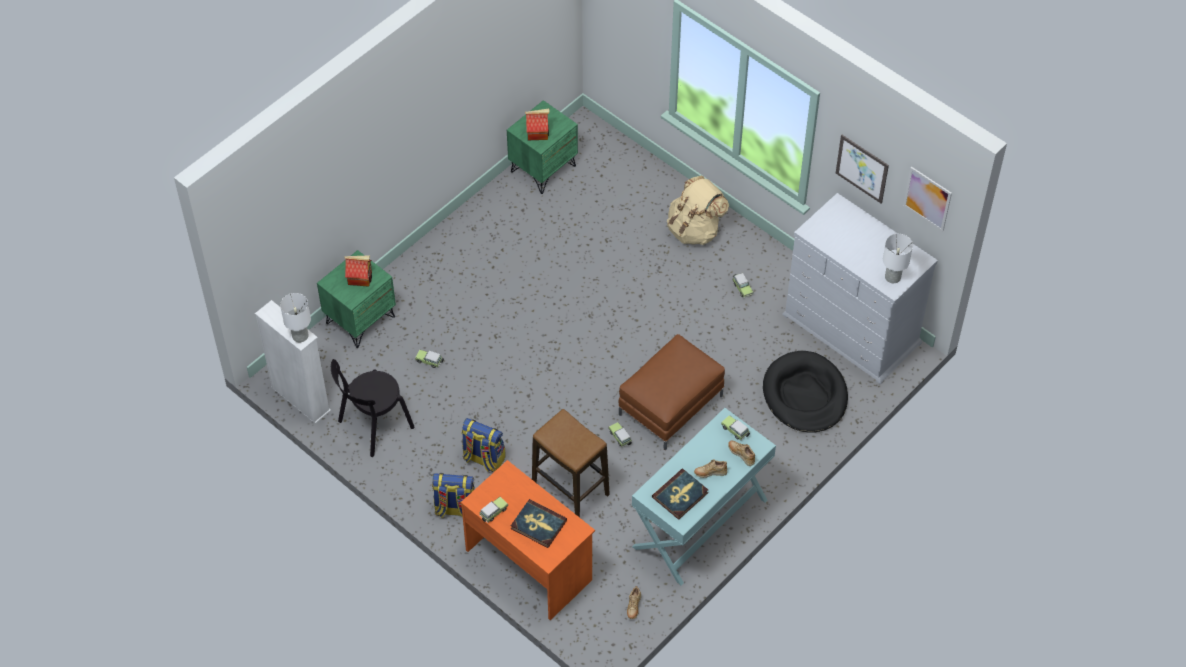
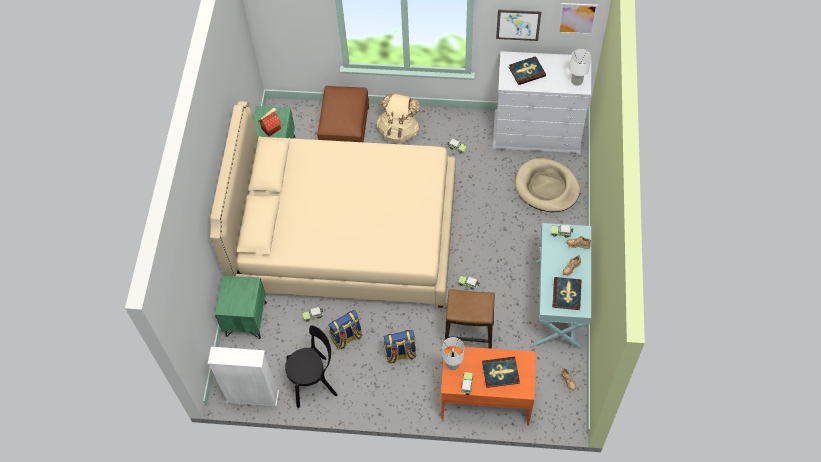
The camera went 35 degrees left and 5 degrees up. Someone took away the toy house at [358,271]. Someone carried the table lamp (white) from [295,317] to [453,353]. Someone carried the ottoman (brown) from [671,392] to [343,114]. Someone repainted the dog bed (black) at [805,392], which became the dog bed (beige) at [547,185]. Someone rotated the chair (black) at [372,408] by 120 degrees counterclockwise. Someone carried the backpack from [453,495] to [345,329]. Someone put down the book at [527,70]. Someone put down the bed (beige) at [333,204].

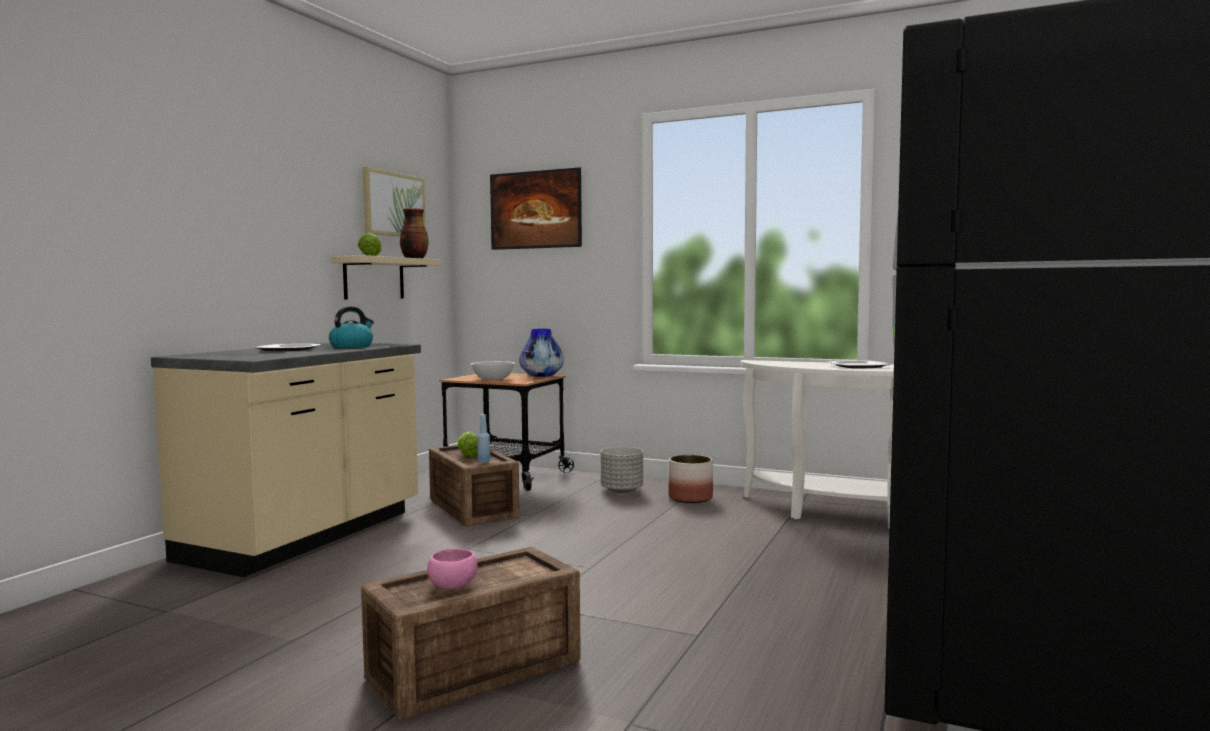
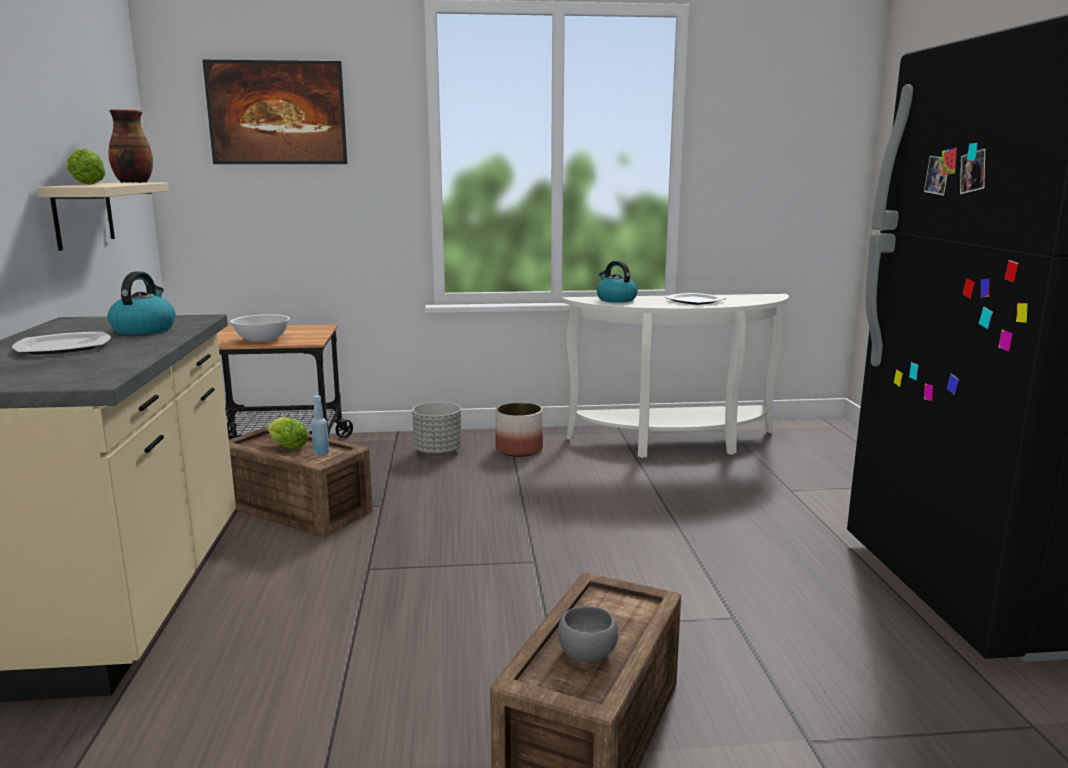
The camera went 30 degrees left and 10 degrees up. Someone took away the picture at [394,202]. Someone took away the vase at [541,353]. Someone repainted the bowl (pink) at [452,569], which became the bowl (grey) at [588,634]. Someone put down the kettle at [617,282].

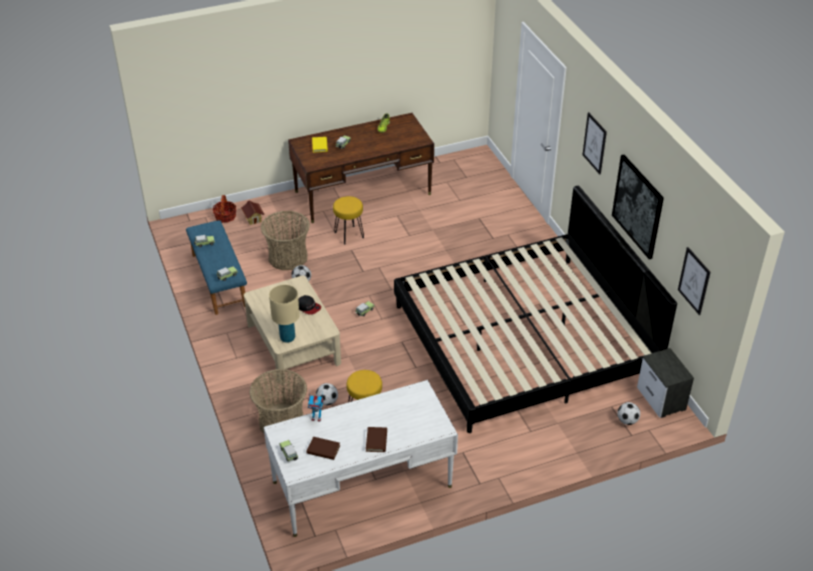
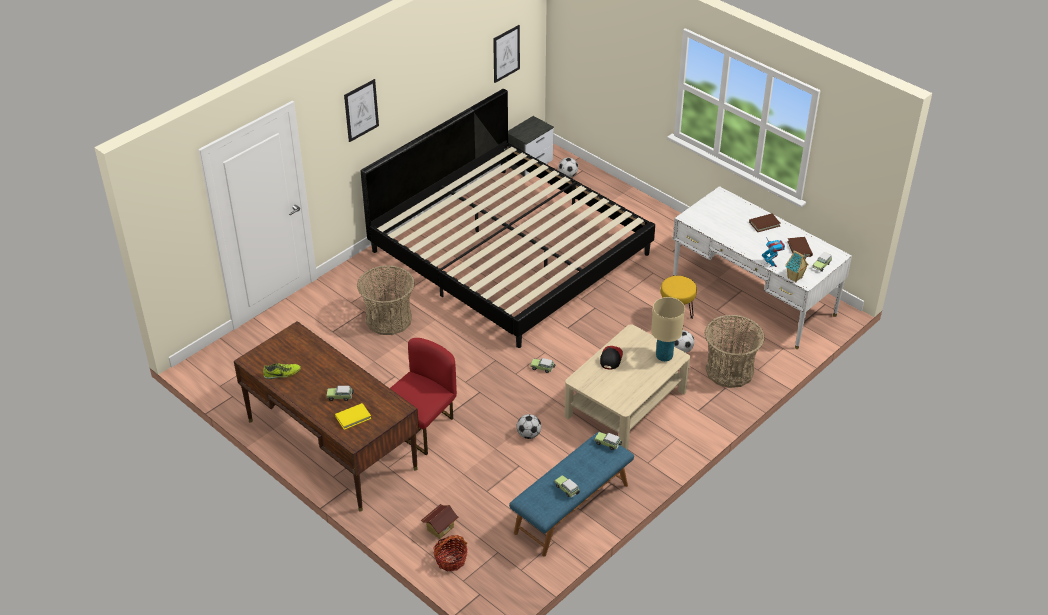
The camera went 115 degrees left and 0 degrees up. Someone took away the picture at [638,207]. Someone swapped the stool (yellow) at [348,220] for the chair (red) at [423,397]. Someone carried the basket from [285,240] to [386,300]. Someone put down the toy house at [797,266].

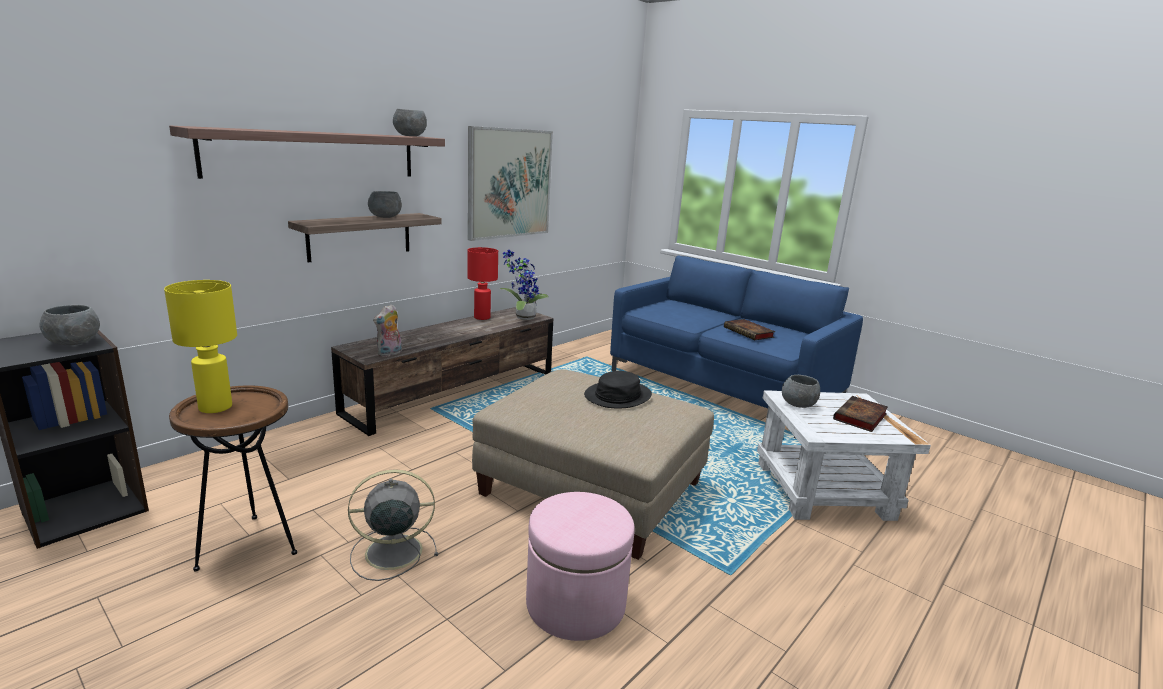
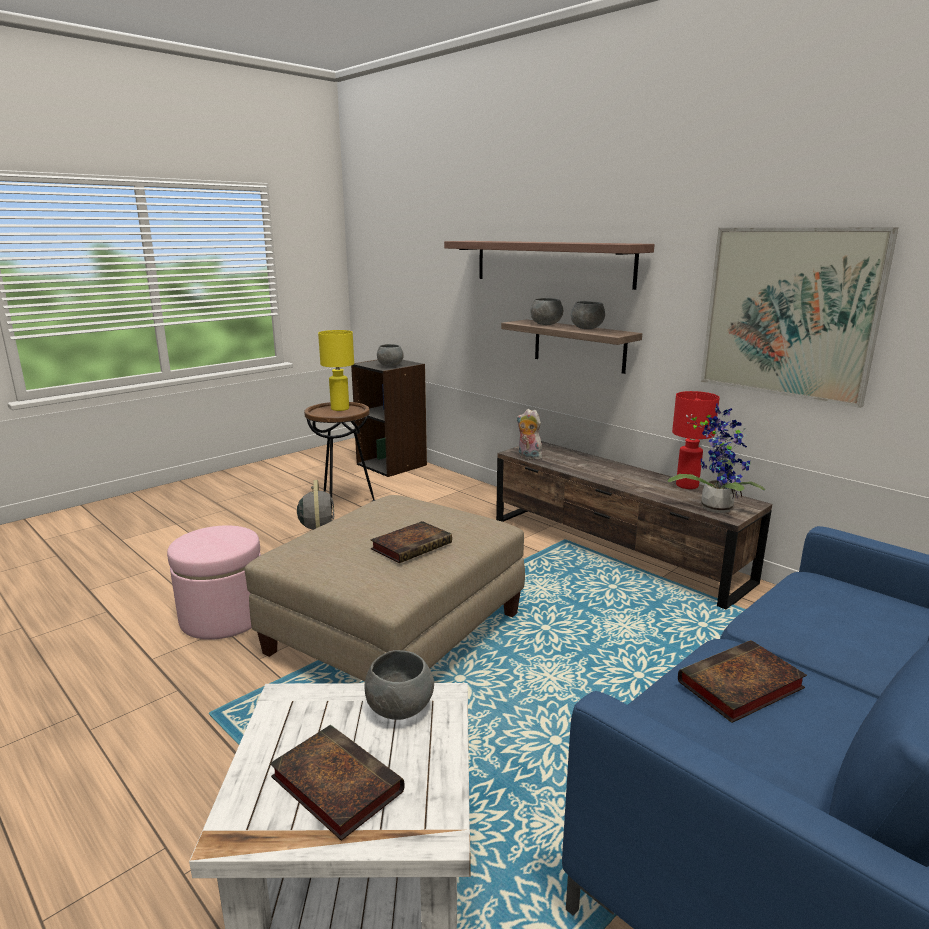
The camera went 95 degrees right and 0 degrees up. Someone carried the bowl (grey) from [410,122] to [546,311]. Someone swapped the hat (black) at [618,389] for the book at [411,542].

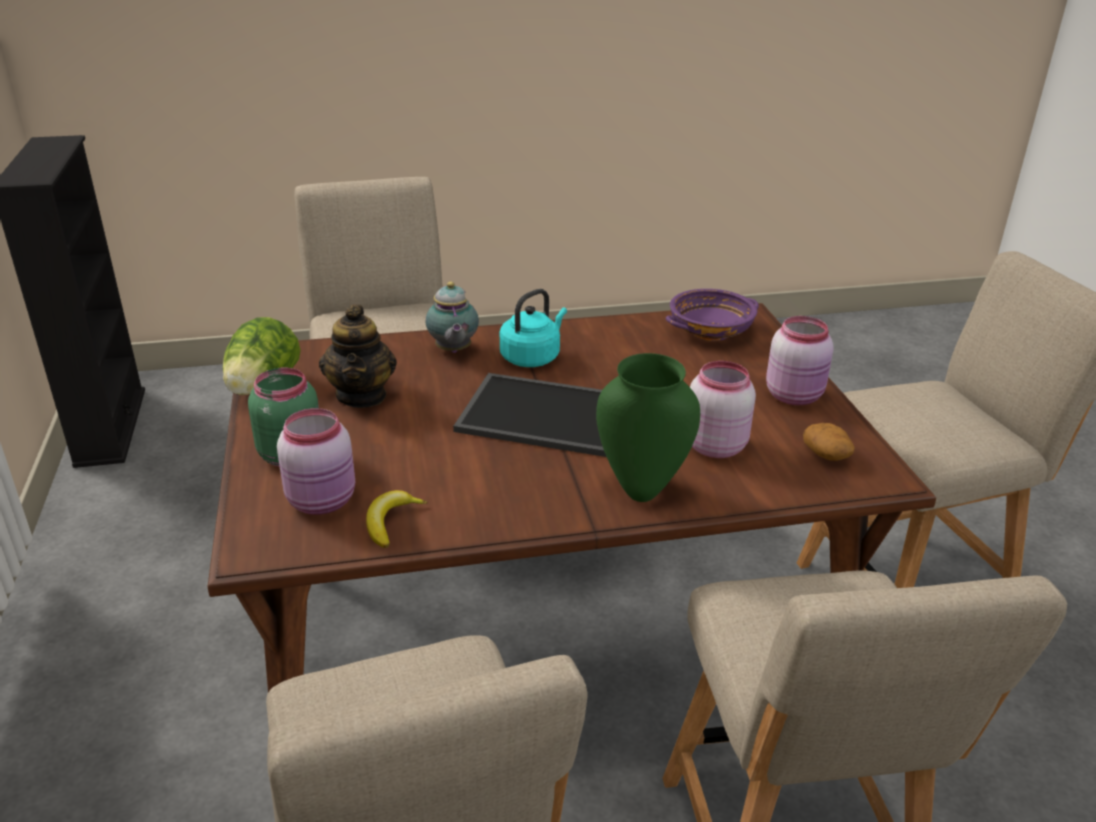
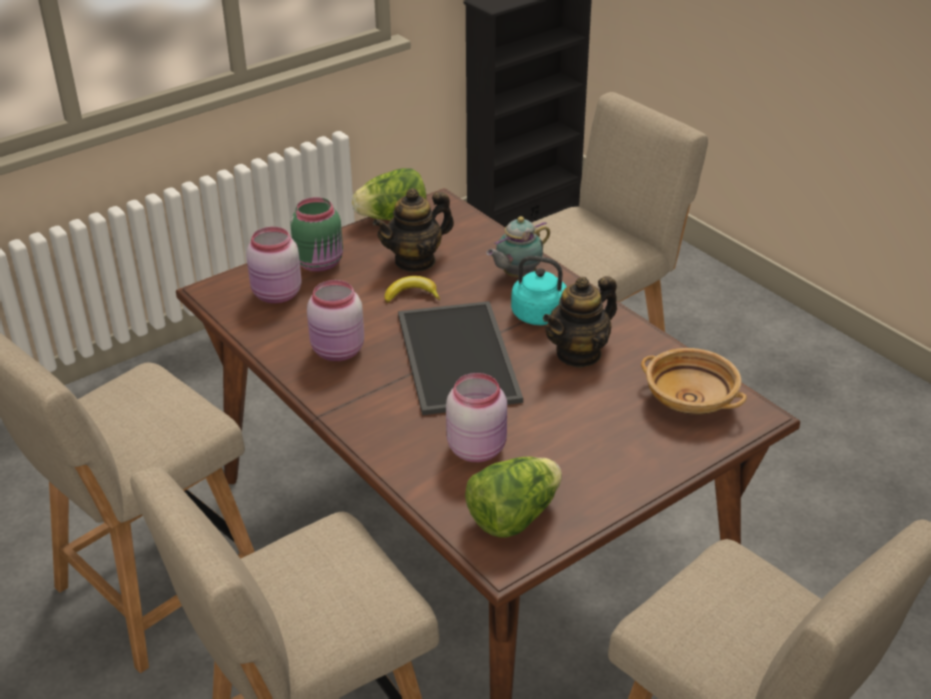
The camera went 65 degrees right and 5 degrees up. Someone repainted the bowl (purple) at [712,315], which became the bowl (beige) at [694,381]. Someone carried the jar (pink) from [800,360] to [335,320]. Someone took away the vase (green) at [648,427]. Someone swapped the potato at [829,442] for the lettuce at [513,497]. Someone carried the banana from [396,519] to [412,289]. Someone put down the teapot at [580,322].

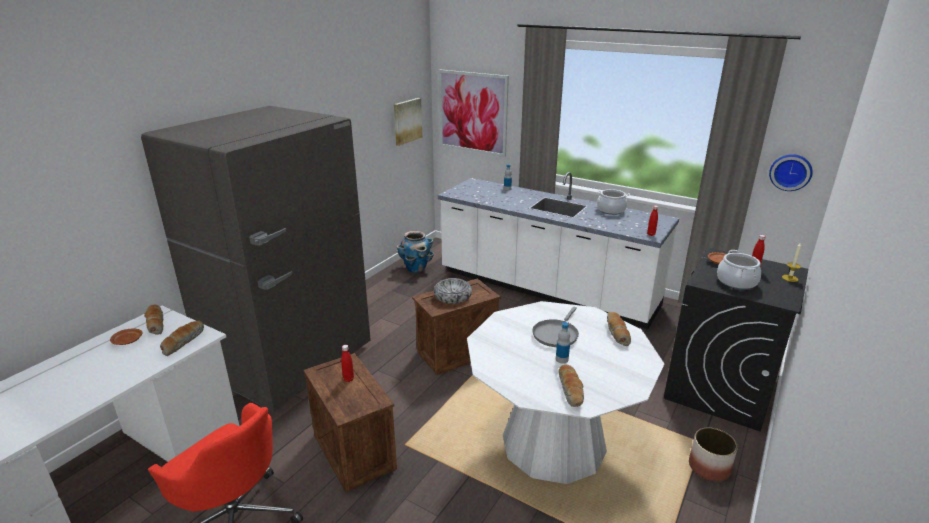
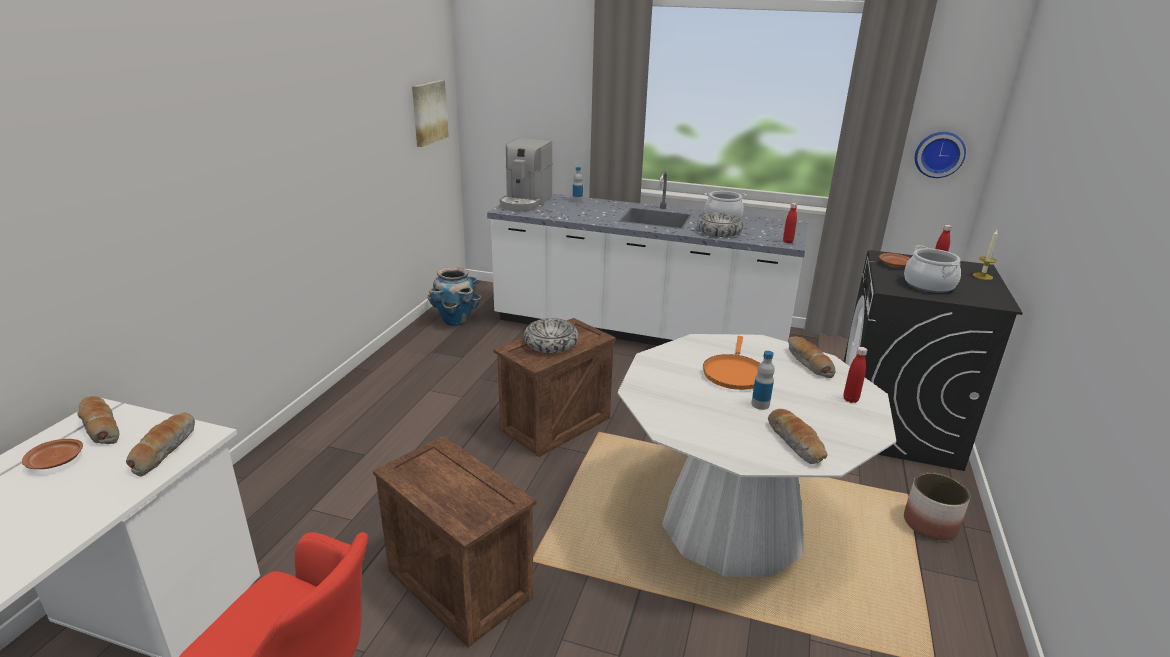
The camera went 15 degrees left and 0 degrees up. Someone took away the picture at [474,113]. Someone took away the fridge (grey) at [256,259]. Someone repainted the frying pan (grey) at [555,327], which became the frying pan (orange) at [731,363]. Someone carried the bottle (red) from [347,363] to [855,375]. Someone put down the coffee machine at [526,174]. Someone put down the bowl at [720,224].

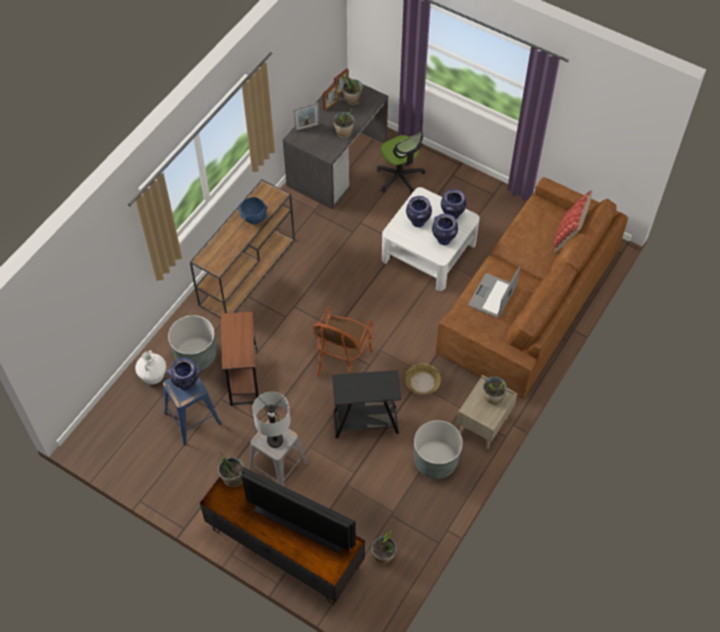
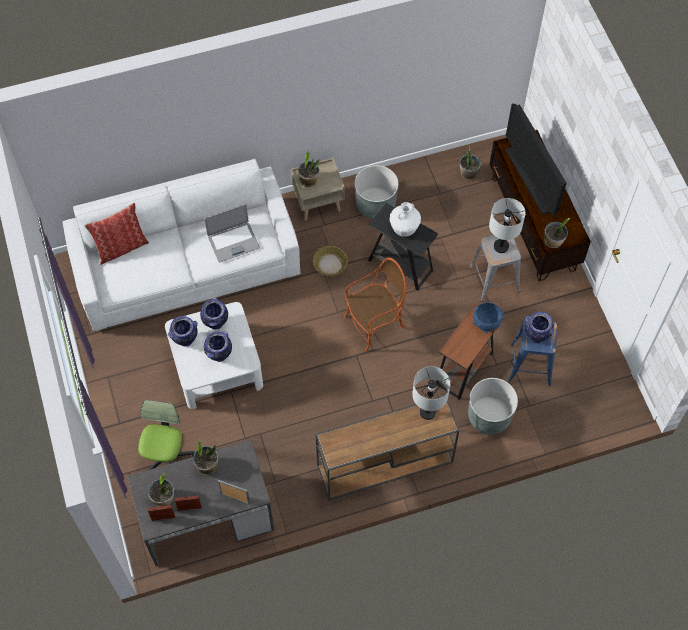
The camera went 140 degrees left and 5 degrees up. Someone repainted the sofa (brown) at [532,288], which became the sofa (white) at [181,245]. Someone carried the bowl (blue) from [253,211] to [488,317]. Someone carried the vase (white) from [150,367] to [405,219]. Someone put down the table lamp (grey) at [431,393].

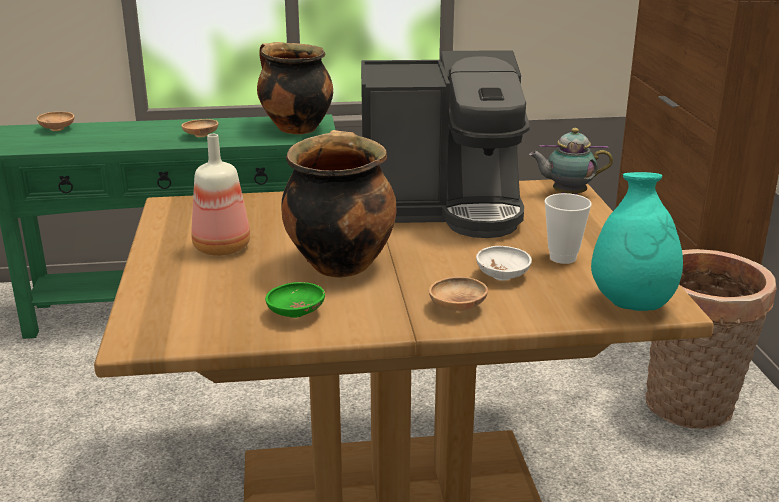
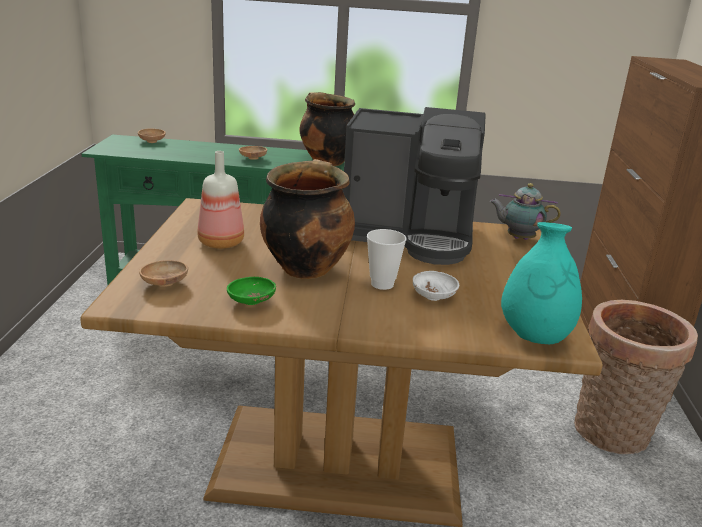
The camera went 10 degrees right and 0 degrees up. Someone carried the cup from [568,228] to [387,259]. Someone carried the bowl (brown) from [458,294] to [163,273].

